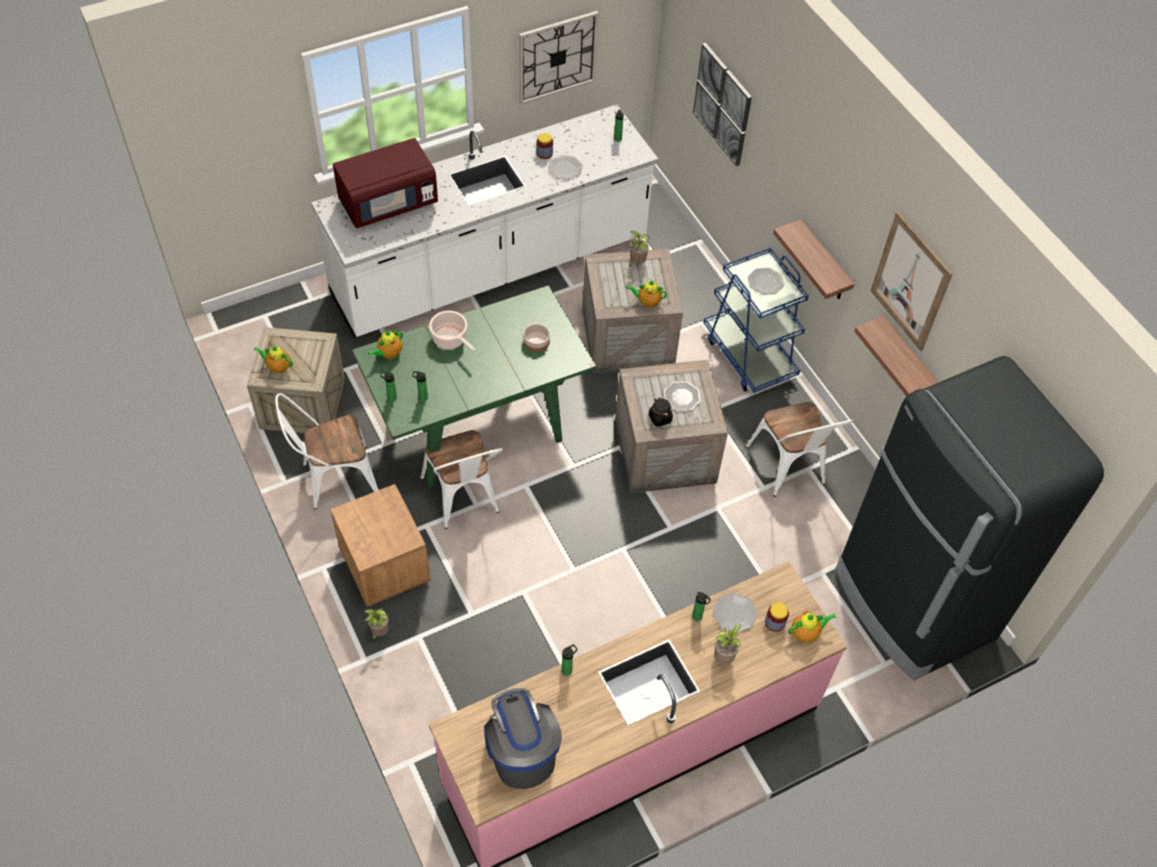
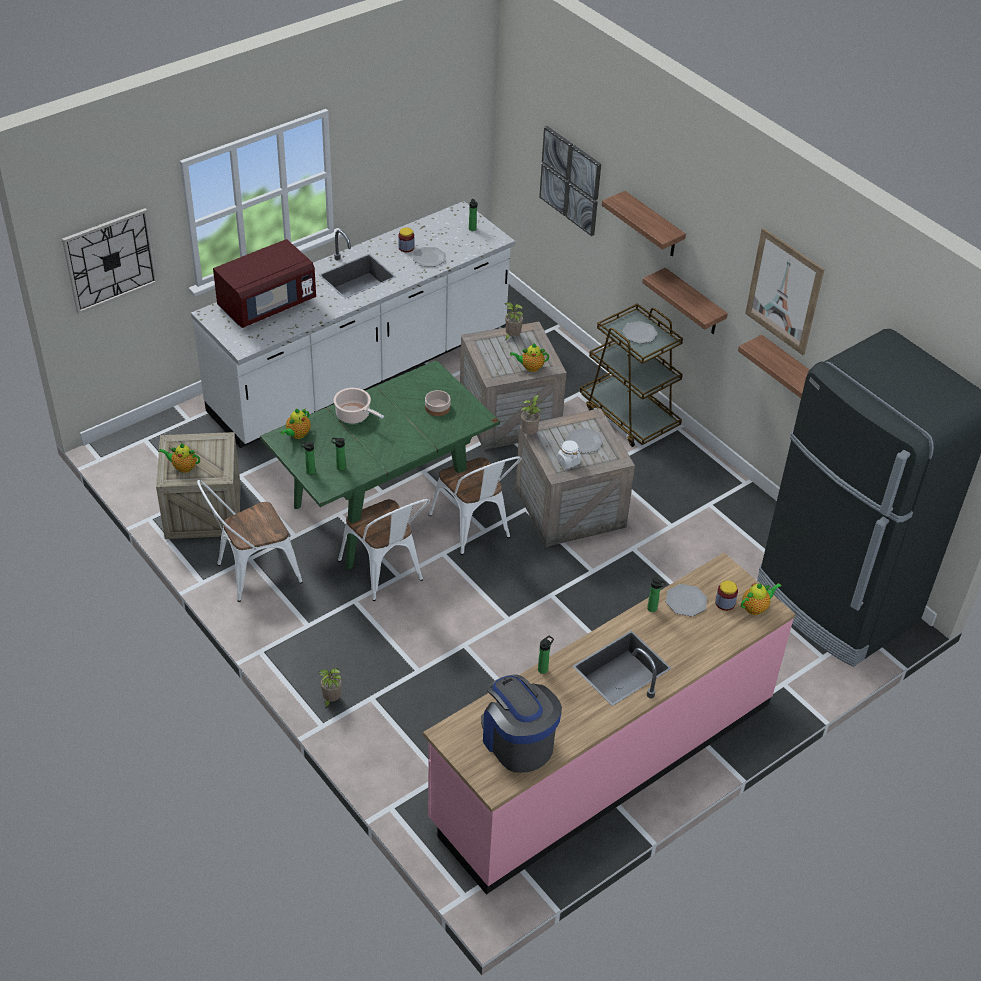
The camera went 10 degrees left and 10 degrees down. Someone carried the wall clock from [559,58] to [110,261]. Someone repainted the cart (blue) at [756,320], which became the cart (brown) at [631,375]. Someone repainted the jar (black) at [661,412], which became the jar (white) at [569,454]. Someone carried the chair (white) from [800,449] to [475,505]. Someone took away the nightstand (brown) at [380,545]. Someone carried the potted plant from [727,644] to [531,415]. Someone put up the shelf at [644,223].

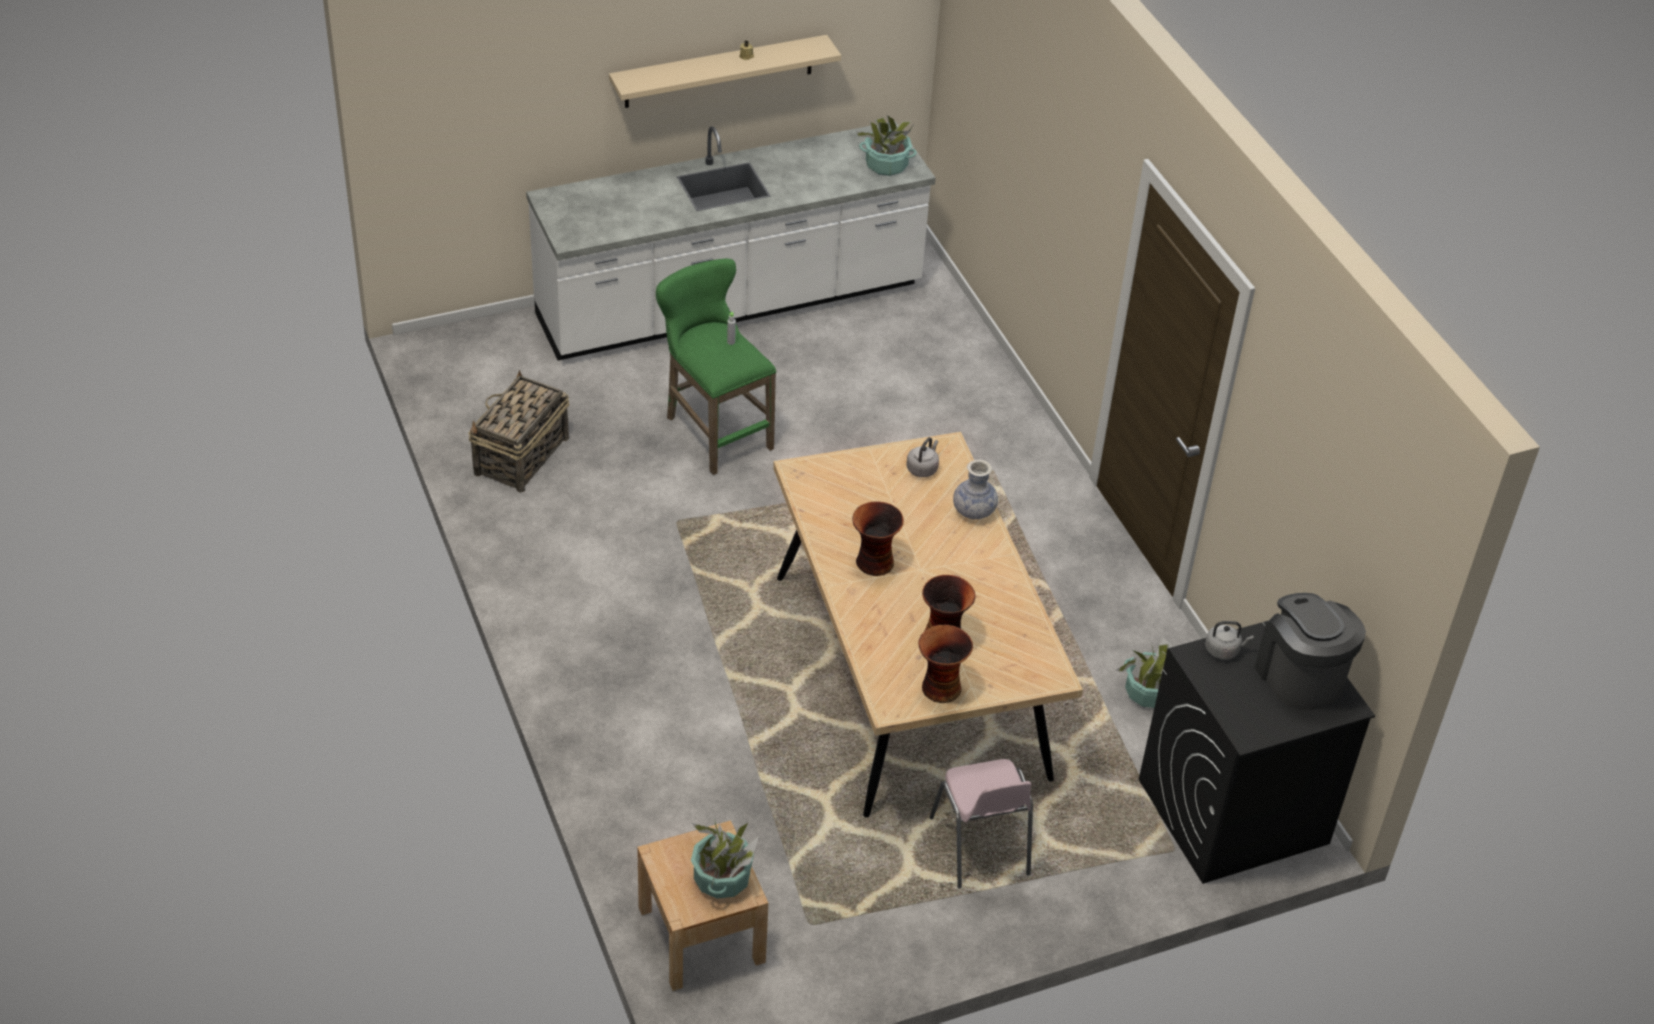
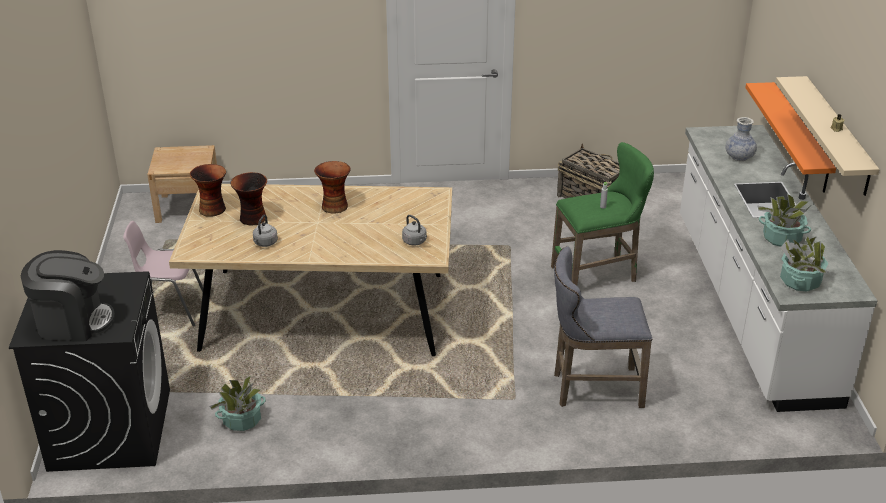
The camera went 110 degrees right and 10 degrees down. Someone carried the vase from [975,490] to [741,139]. Someone carried the kettle (grey) from [1229,640] to [265,231]. Someone carried the potted plant from [725,859] to [784,220]. Someone put up the shelf (orange) at [790,137]. Someone put down the stool (grey) at [603,327].

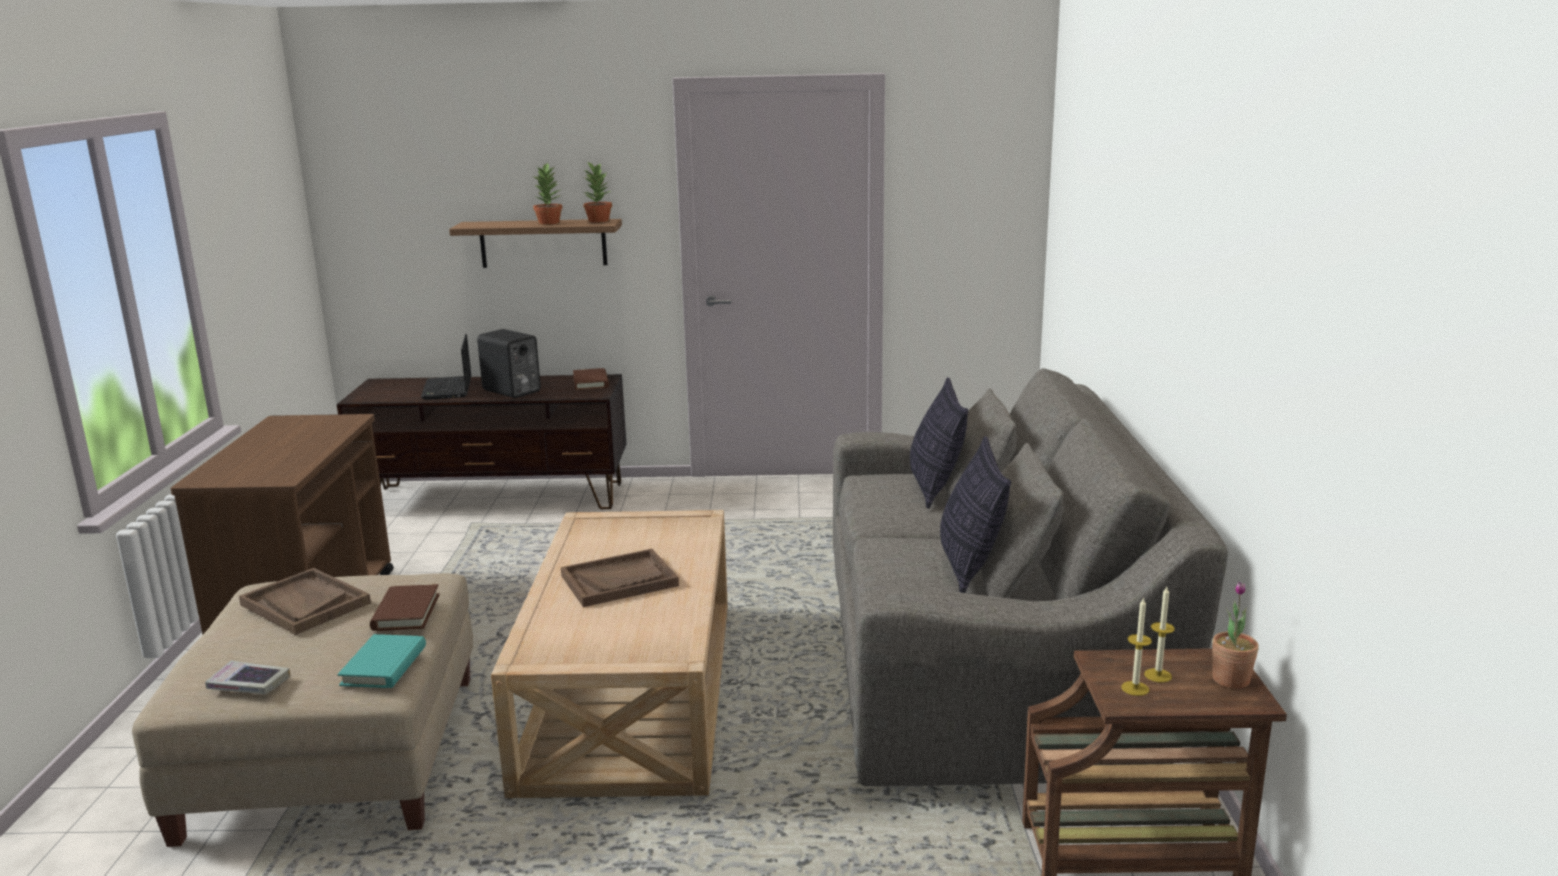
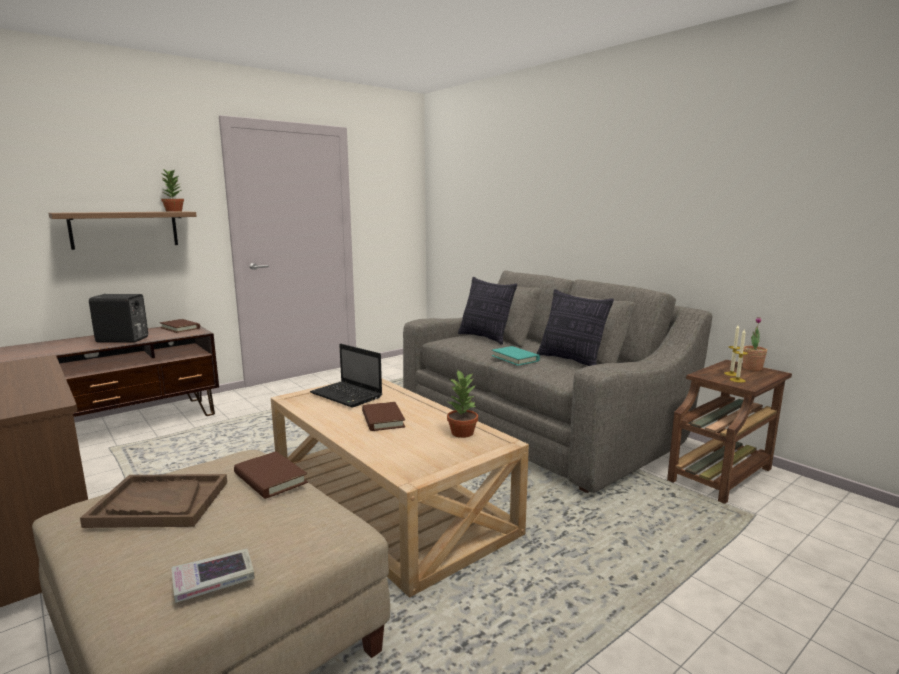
The camera went 40 degrees left and 5 degrees down. Someone carried the potted plant from [547,193] to [462,404]. Someone carried the laptop from [446,367] to [346,376]. Someone swapped the tray (brown) at [620,578] for the book (brown) at [383,416]. Someone carried the book (turquoise) from [381,661] to [516,356].

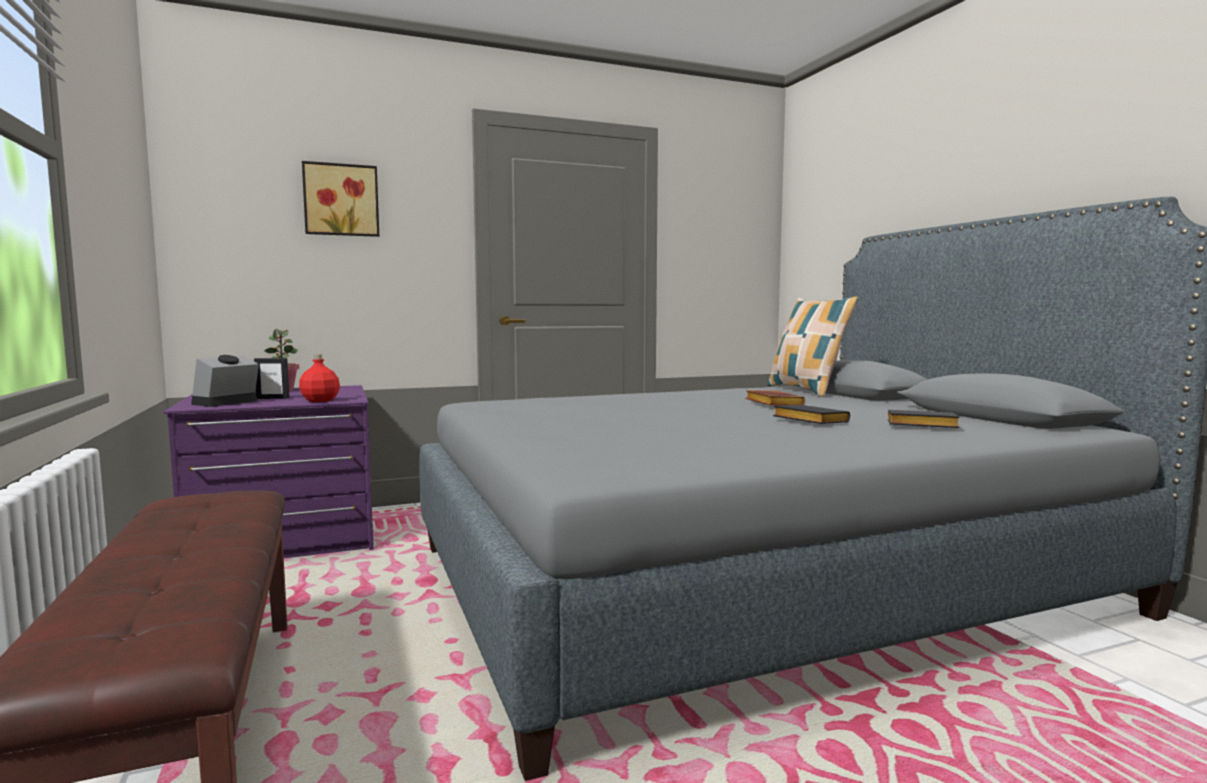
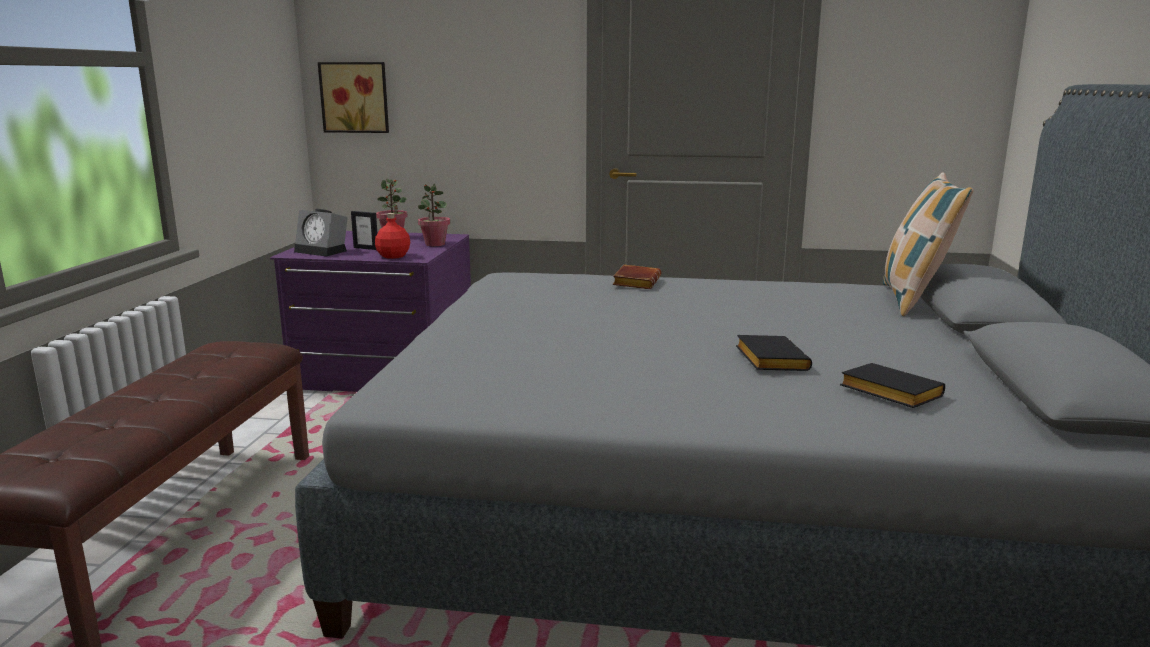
The camera went 30 degrees right and 10 degrees up. Someone carried the picture from [340,199] to [353,97]. Someone rotated the alarm clock at [225,381] by 120 degrees counterclockwise. Someone carried the book (brown) from [775,398] to [636,277]. Someone put down the potted plant at [434,214].

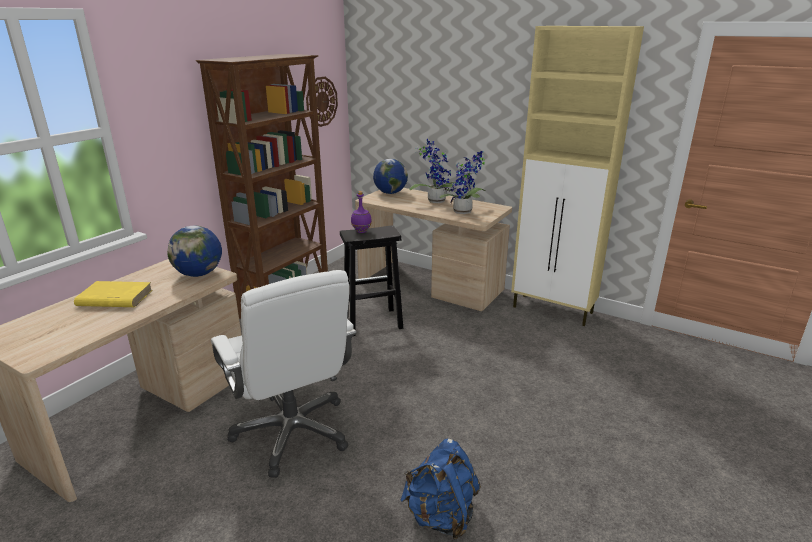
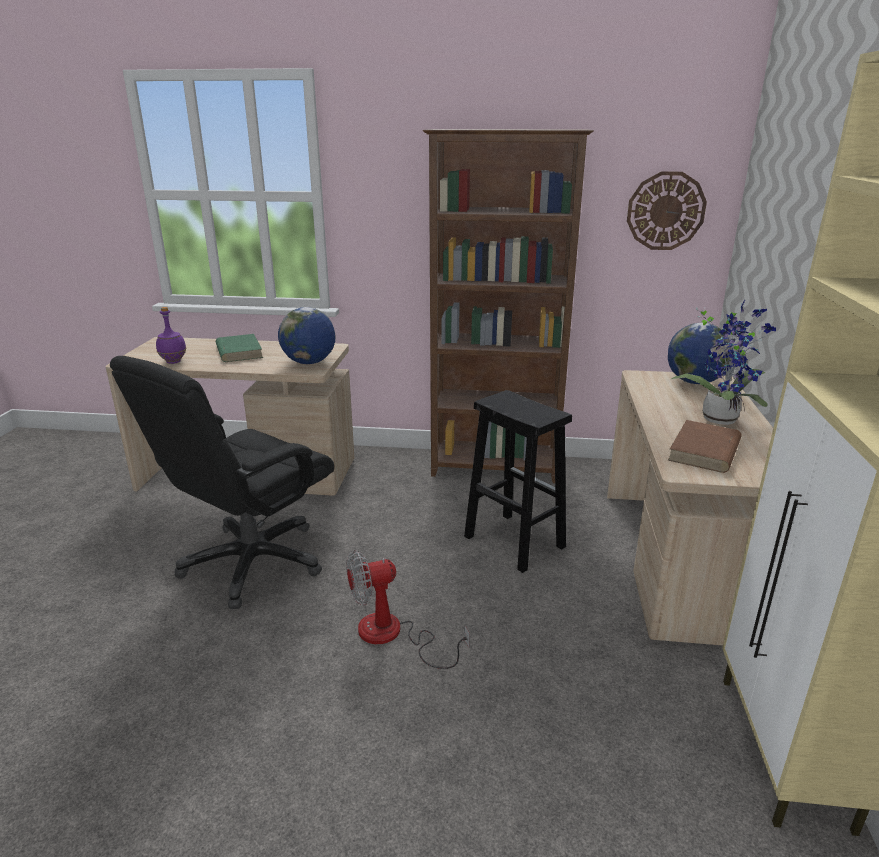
The camera went 65 degrees right and 0 degrees up. Someone swapped the potted plant at [462,182] for the book (brown) at [705,446]. Someone carried the bottle (purple) from [361,212] to [171,335]. Someone repainted the office chair (white) at [284,374], which became the office chair (black) at [222,482]. Someone repainted the book (yellow) at [113,294], which became the book (green) at [239,348]. Someone took away the backpack (blue) at [441,489]. Someone put down the fan at [408,609].

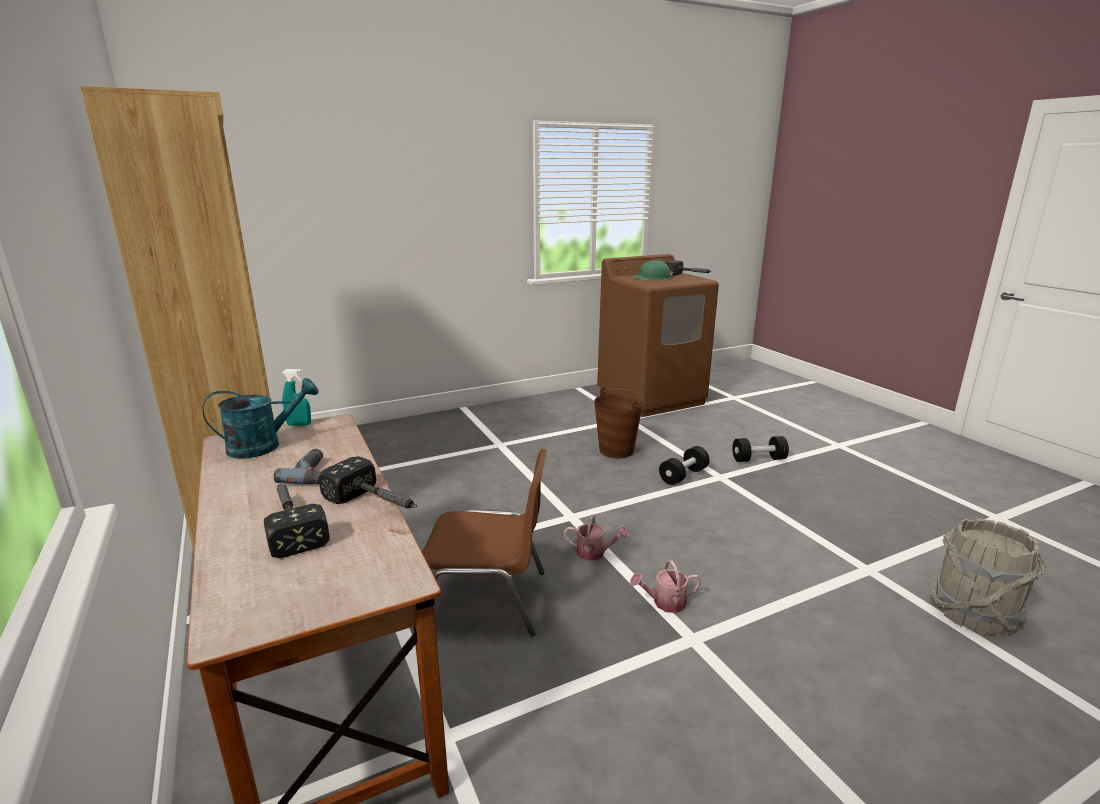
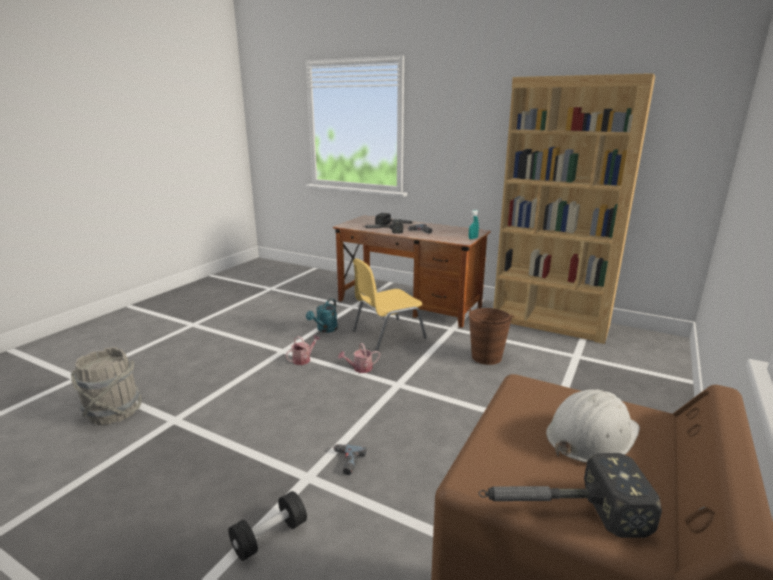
The camera went 145 degrees right and 0 degrees up. Someone repainted the hard hat (green) at [653,270], which became the hard hat (white) at [593,426]. Someone carried the watering can (turquoise) from [261,418] to [322,316]. Someone carried the bucket (brown) from [618,423] to [490,336]. Someone swapped the dumbbell (black) at [684,465] for the power drill at [350,459]. Someone repainted the chair (brown) at [484,543], which became the chair (yellow) at [389,304].

